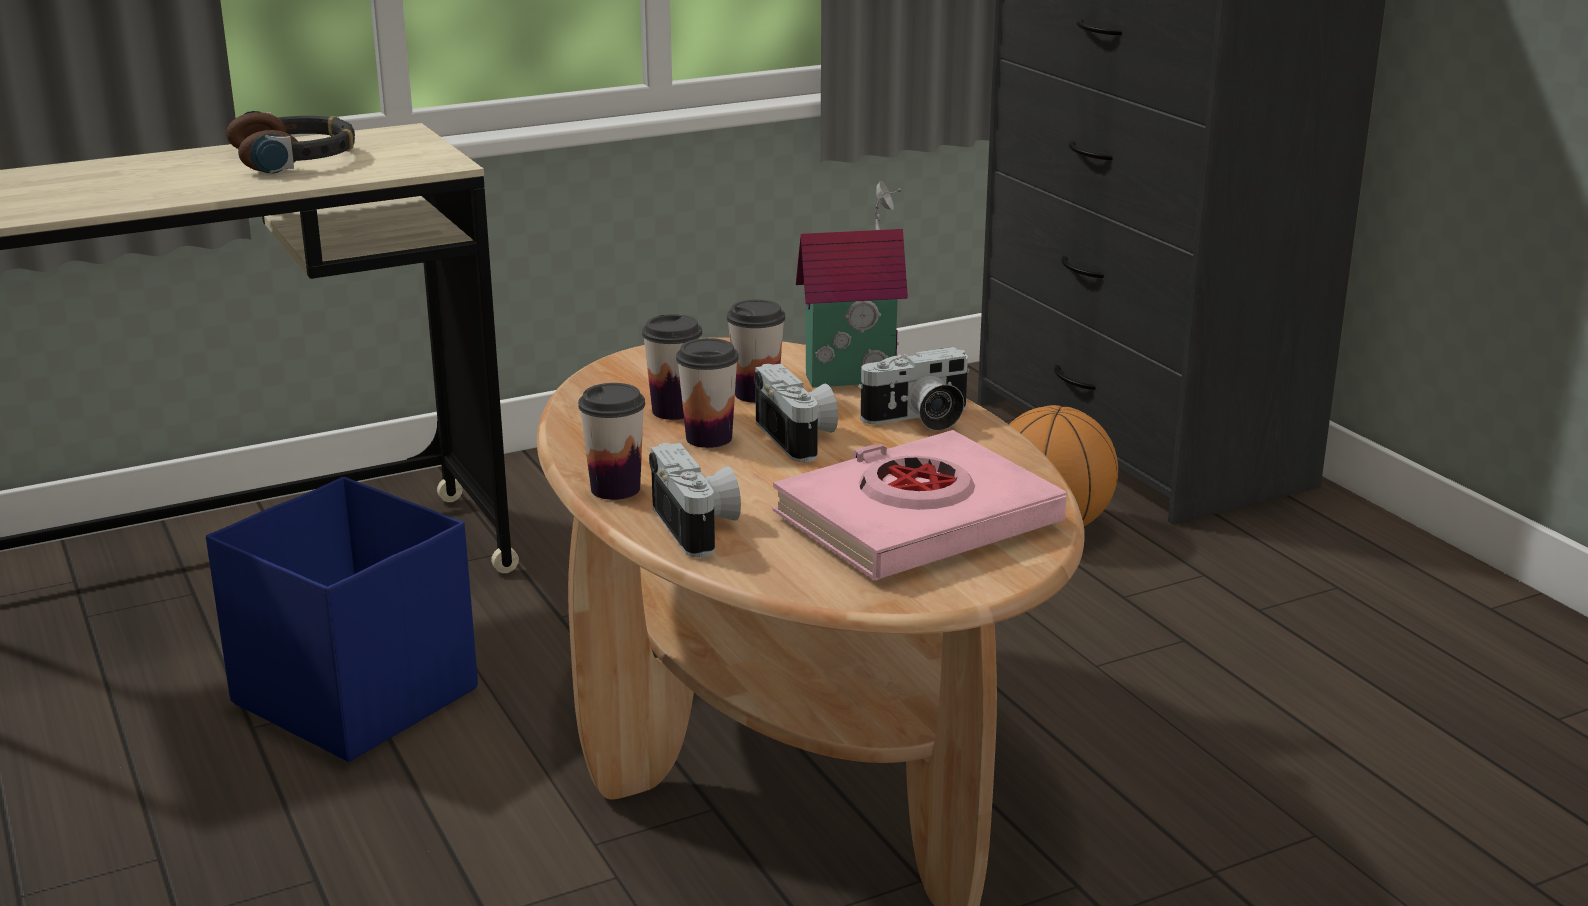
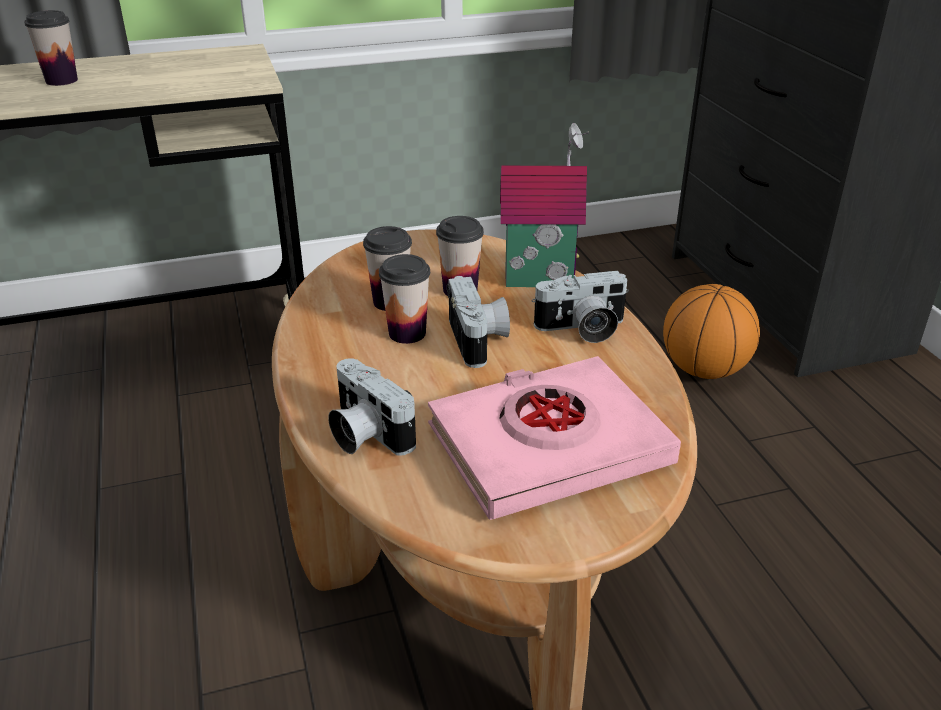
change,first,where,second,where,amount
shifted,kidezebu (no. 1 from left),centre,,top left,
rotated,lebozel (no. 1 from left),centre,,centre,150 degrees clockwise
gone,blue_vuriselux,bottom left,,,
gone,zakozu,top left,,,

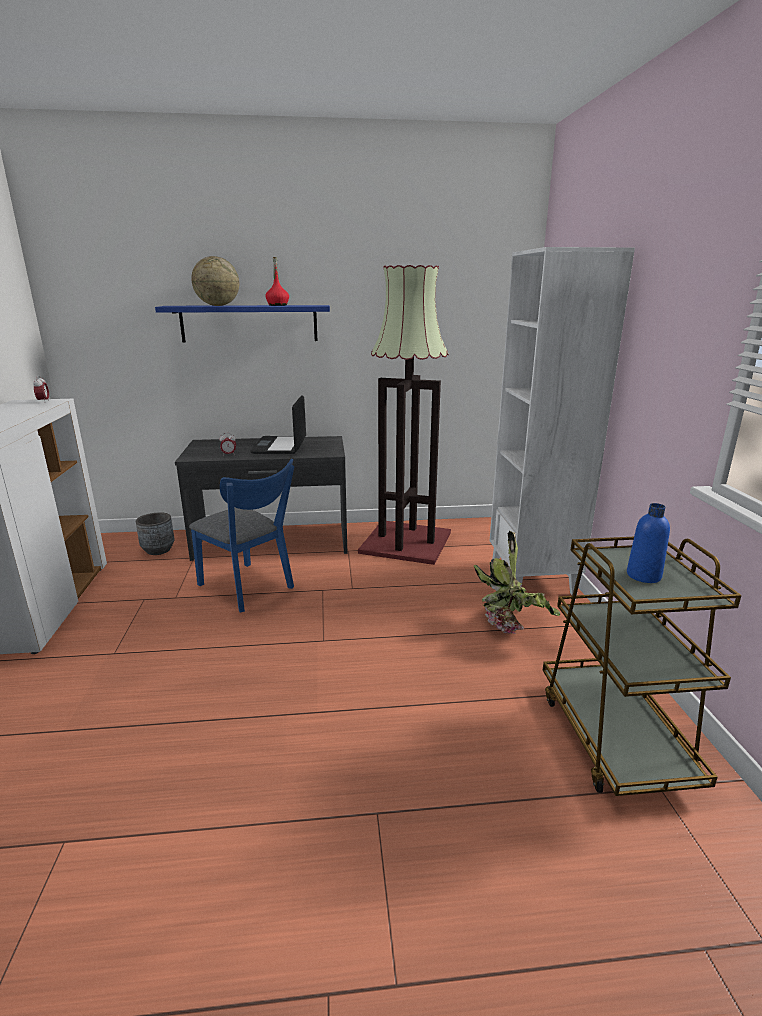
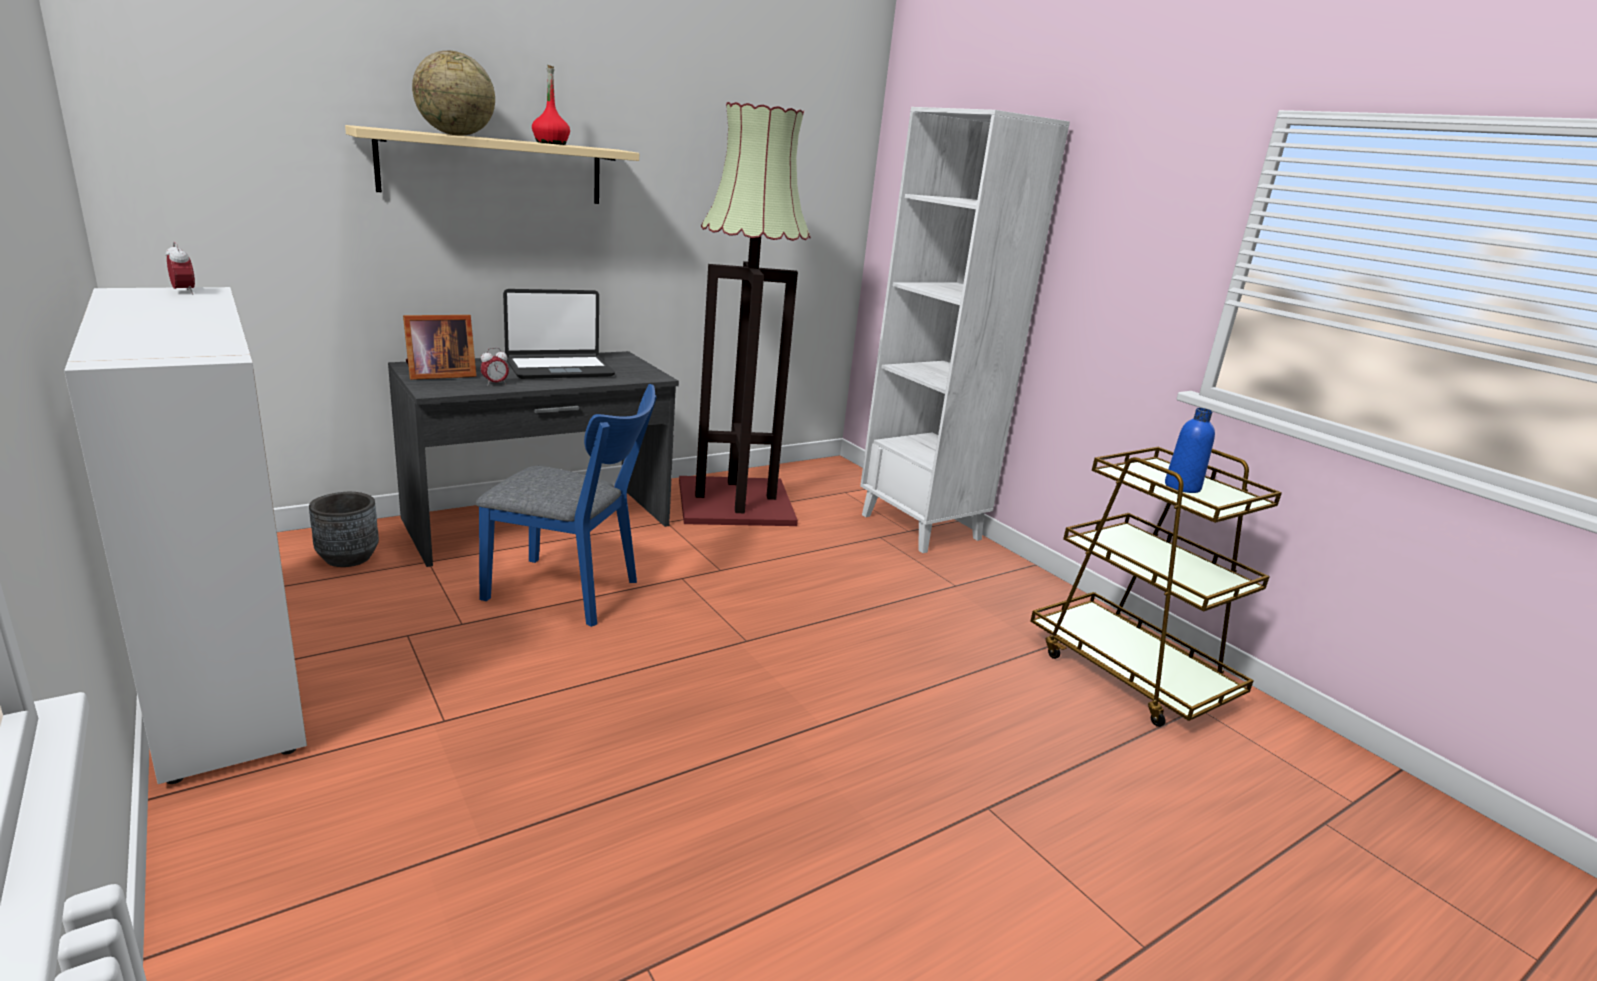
change,first,where,second,where,amount
repainted,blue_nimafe,top left,beige_nimafe,top left,
new,,,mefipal,middle left,
rotated,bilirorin,centre,,centre,90 degrees counterclockwise
gone,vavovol,middle right,,,

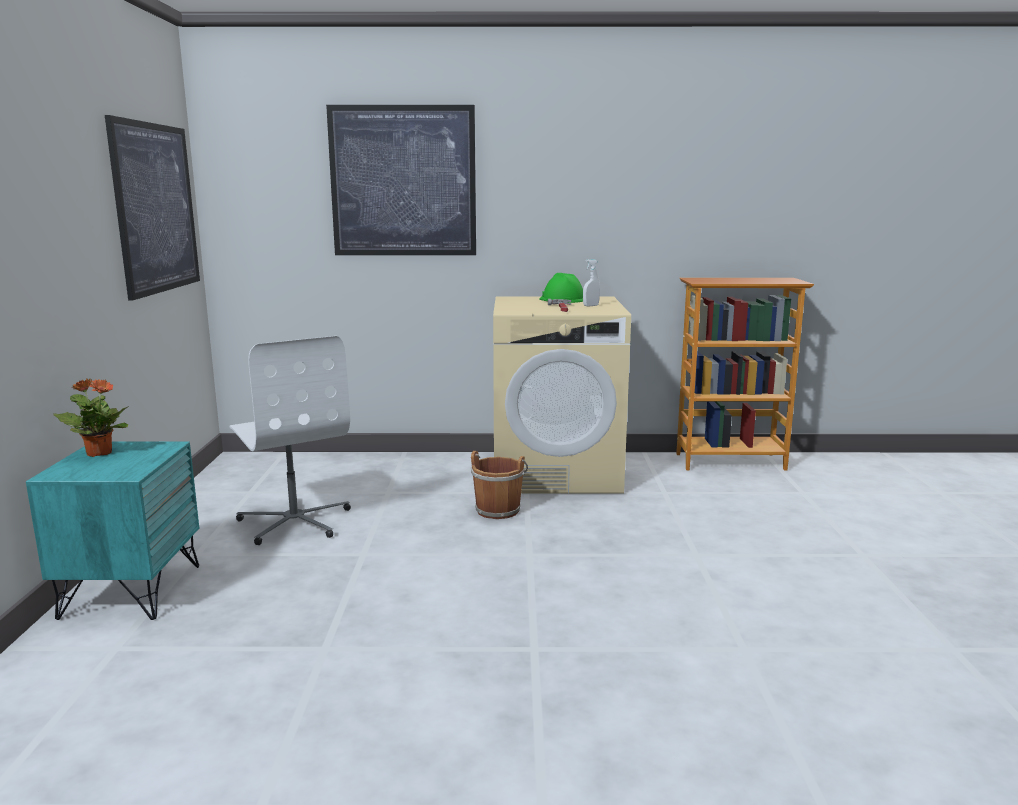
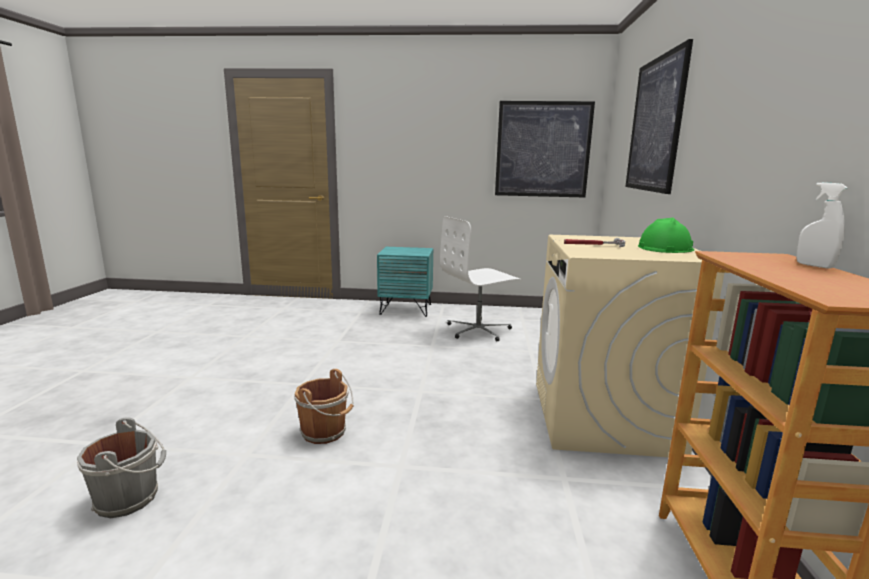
change,first,where,second,where,amount
new,,,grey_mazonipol,bottom left,
shifted,brown_mazonipol,centre,,bottom centre,
shifted,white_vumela,centre,,middle right,
gone,vavovol,middle left,,,

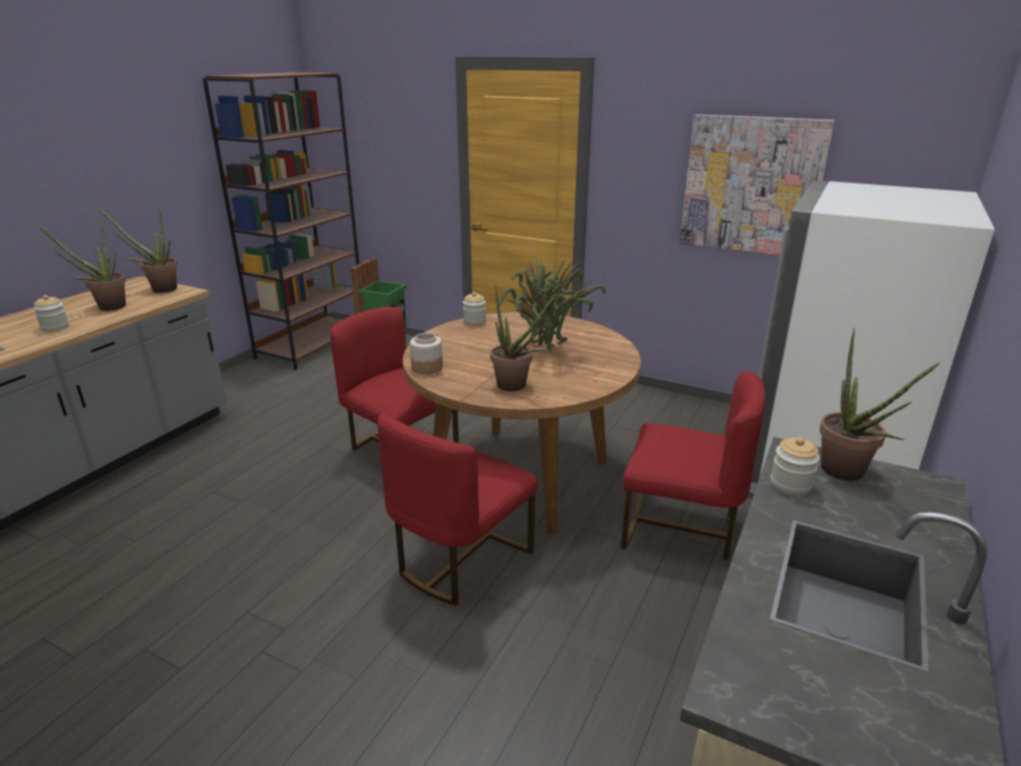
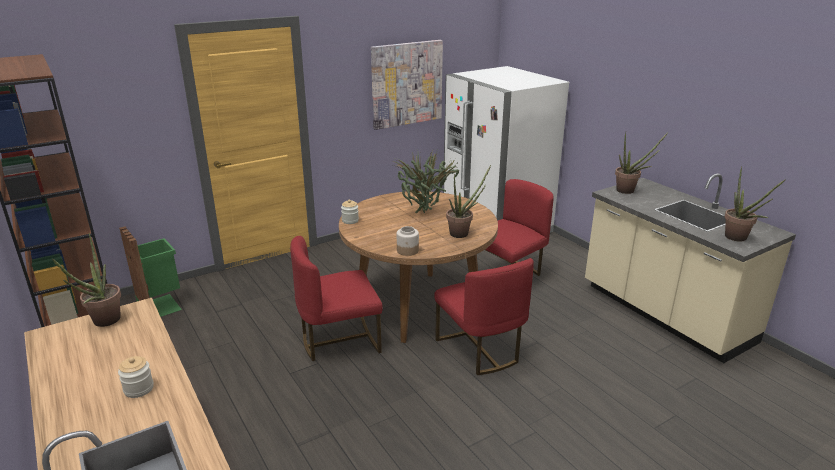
change,first,where,second,where,amount
shifted,vavovol (no. 1 from left in the first image),middle left,vavovol (no. 5 from left),middle right,
gone,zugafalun (no. 4 from left),middle right,,,

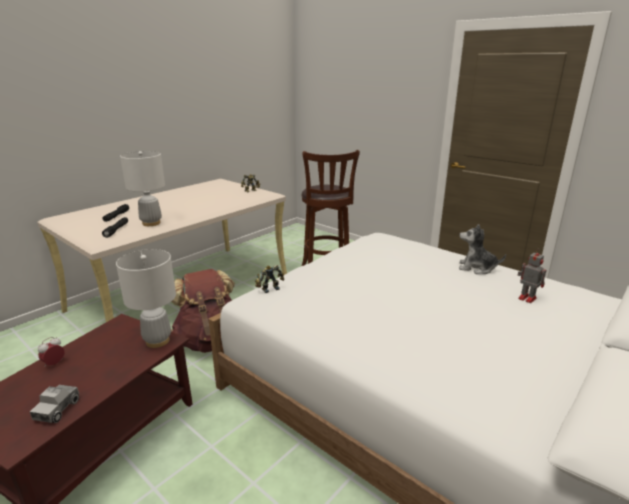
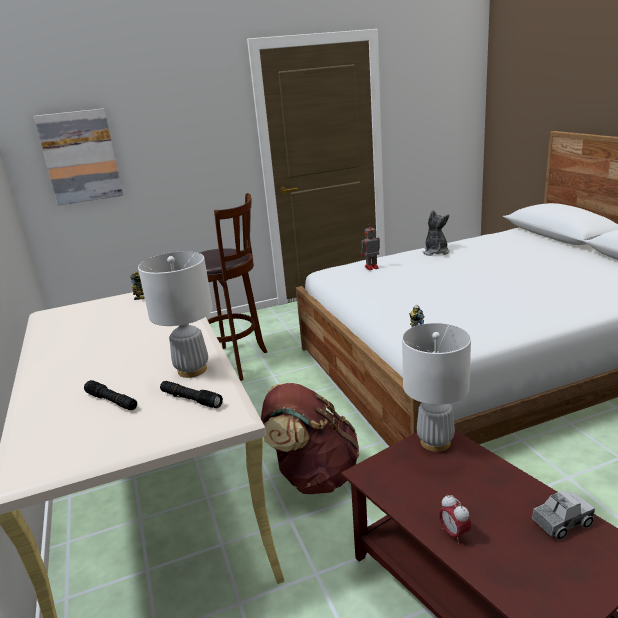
change,first,where,second,where,amount
new,,,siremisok,top left,
shifted,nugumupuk (no. 3 from left in the first image),middle right,nugumupuk (no. 2 from left),centre,
rotated,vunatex,middle right,,middle right,135 degrees clockwise
rotated,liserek,bottom left,,bottom right,60 degrees counterclockwise

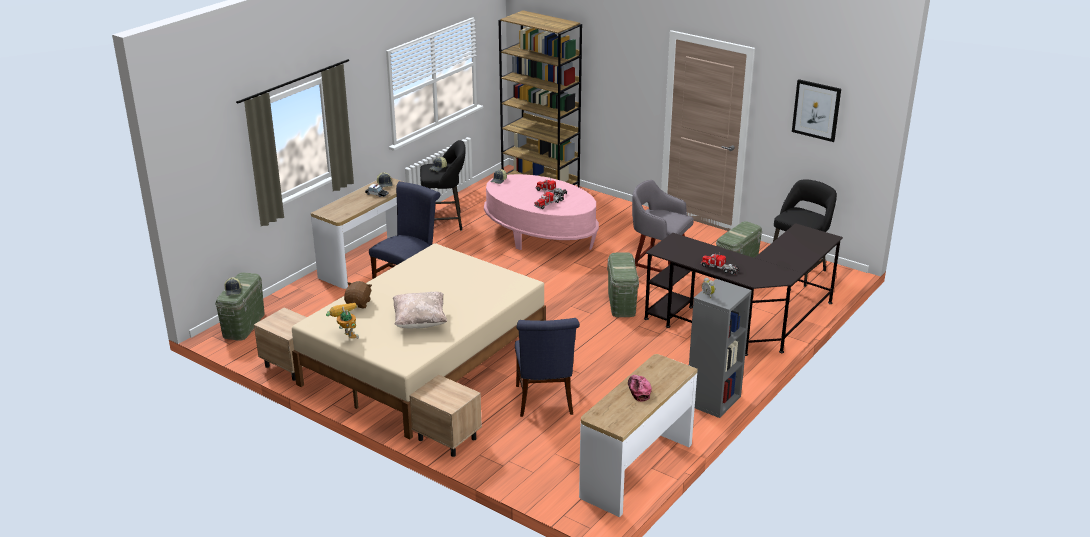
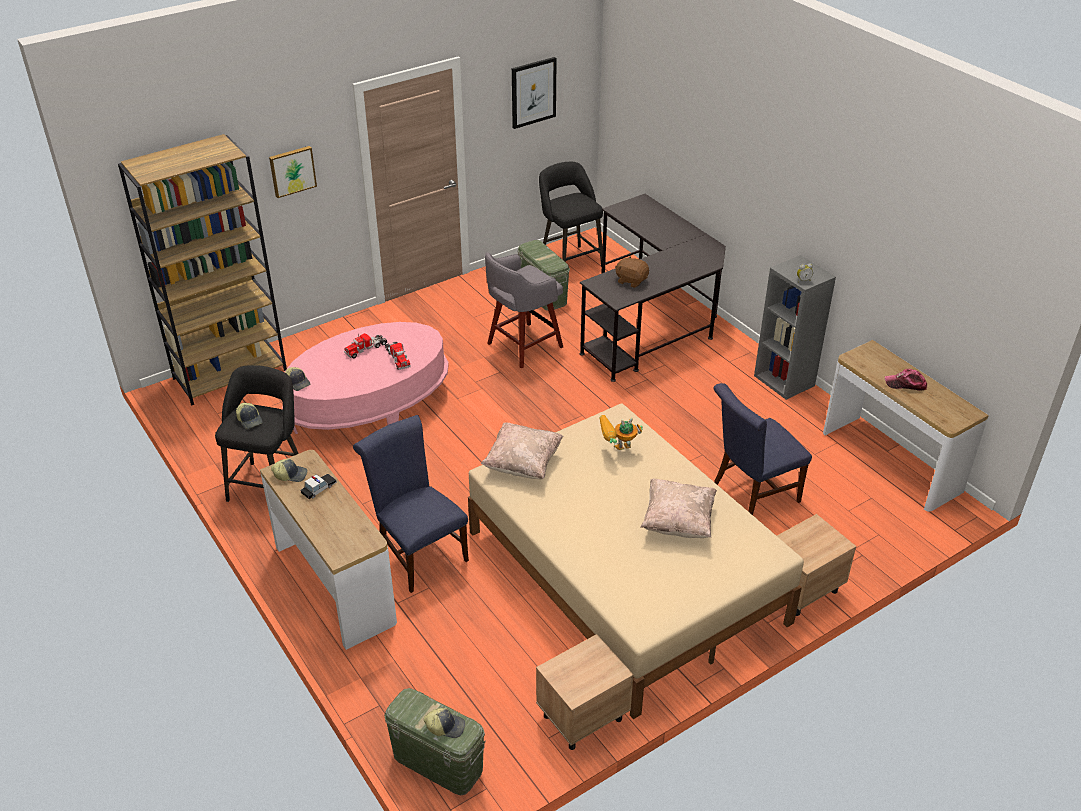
change,first,where,second,where,amount
new,,,siremisok (no. 1 from left),top left,
new,,,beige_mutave (no. 1 from left),centre,
shifted,nugumupuk,middle left,,centre,
shifted,brown_vunatex,middle left,,centre,
rotated,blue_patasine (no. 2 from left),bottom centre,,middle right,135 degrees clockwise
gone,green_vuriselux (no. 2 from left),centre,,,
gone,liserek (no. 3 from left),centre,,,

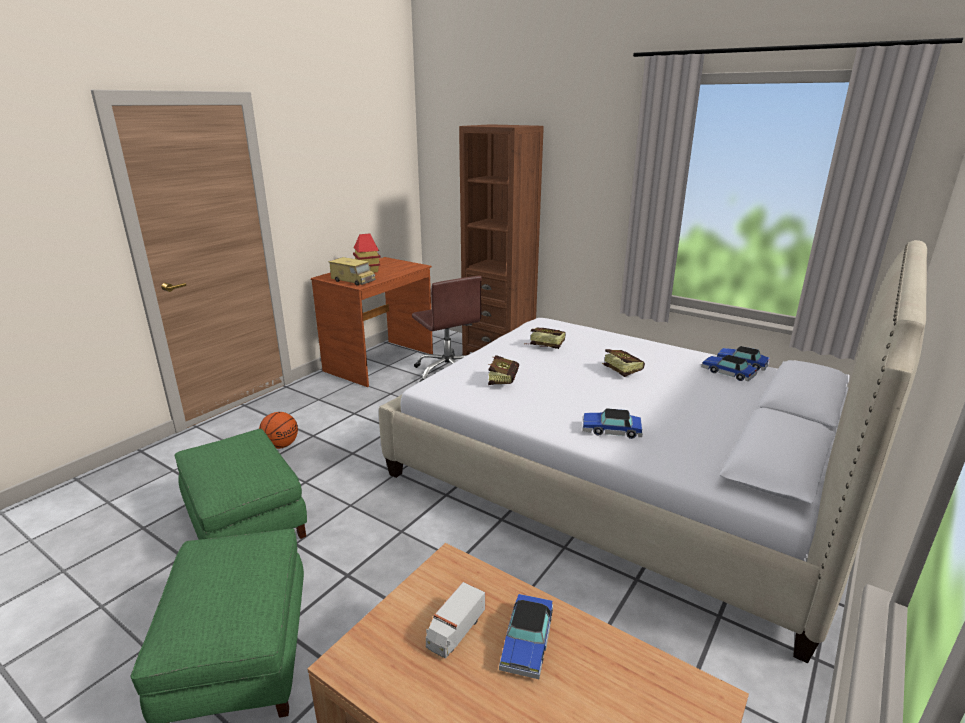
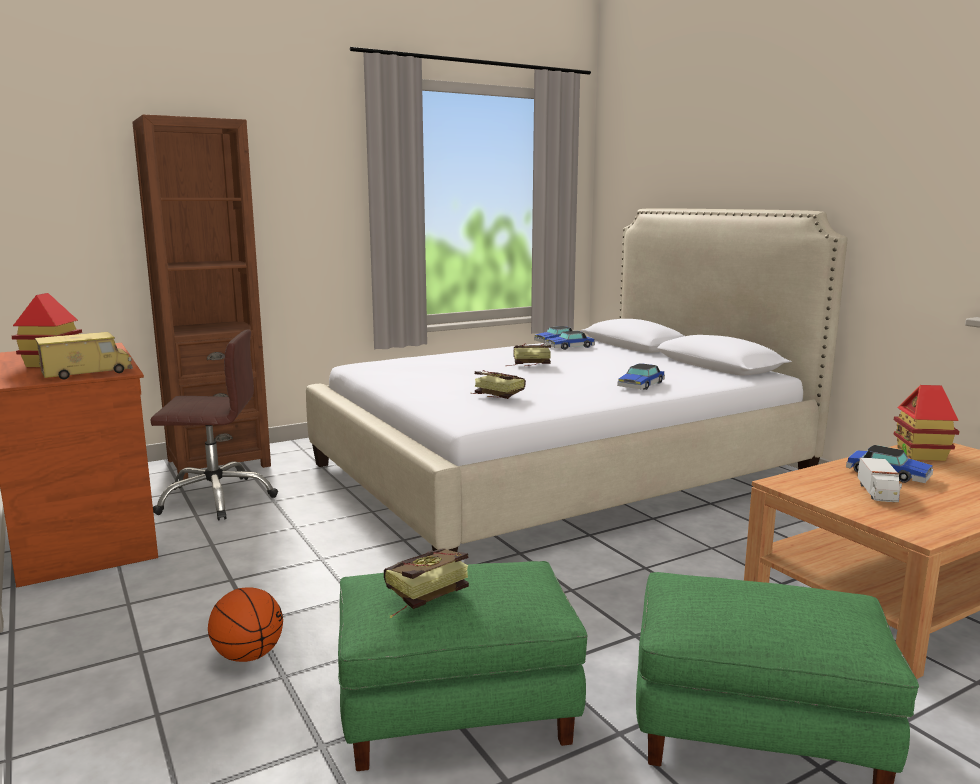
change,first,where,second,where,amount
shifted,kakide (no. 2 from left in the first image),centre,kakide (no. 1 from left),bottom centre,
rotated,liserek (no. 2 from left),bottom centre,,middle right,45 degrees clockwise
new,,,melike (no. 2 from left),middle right,

